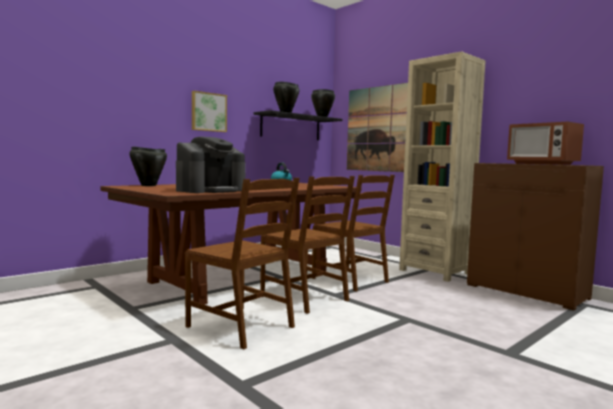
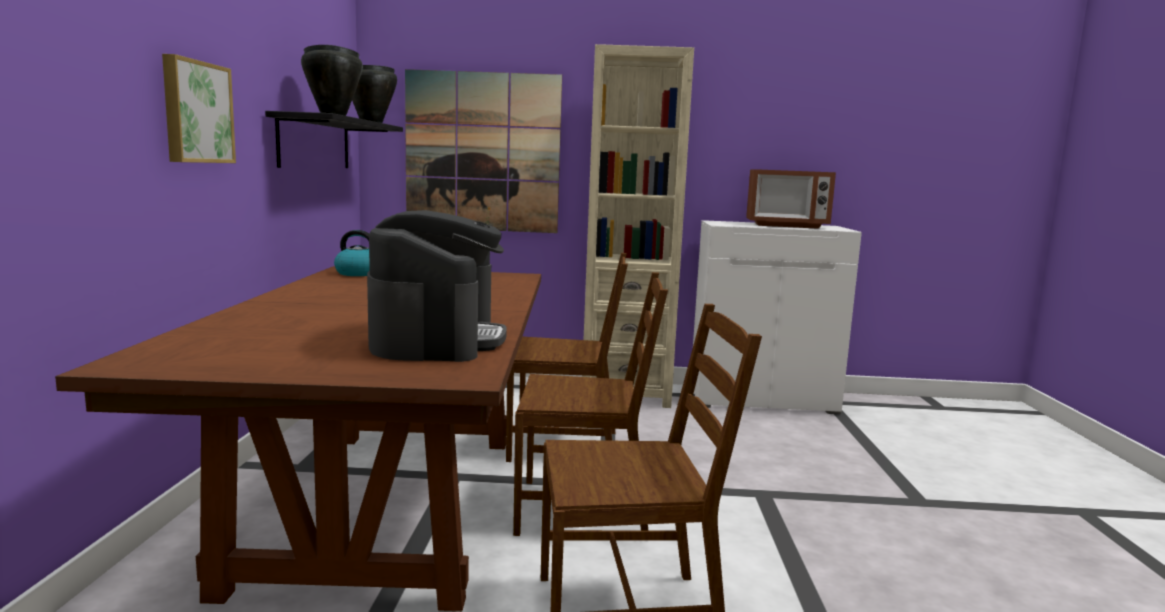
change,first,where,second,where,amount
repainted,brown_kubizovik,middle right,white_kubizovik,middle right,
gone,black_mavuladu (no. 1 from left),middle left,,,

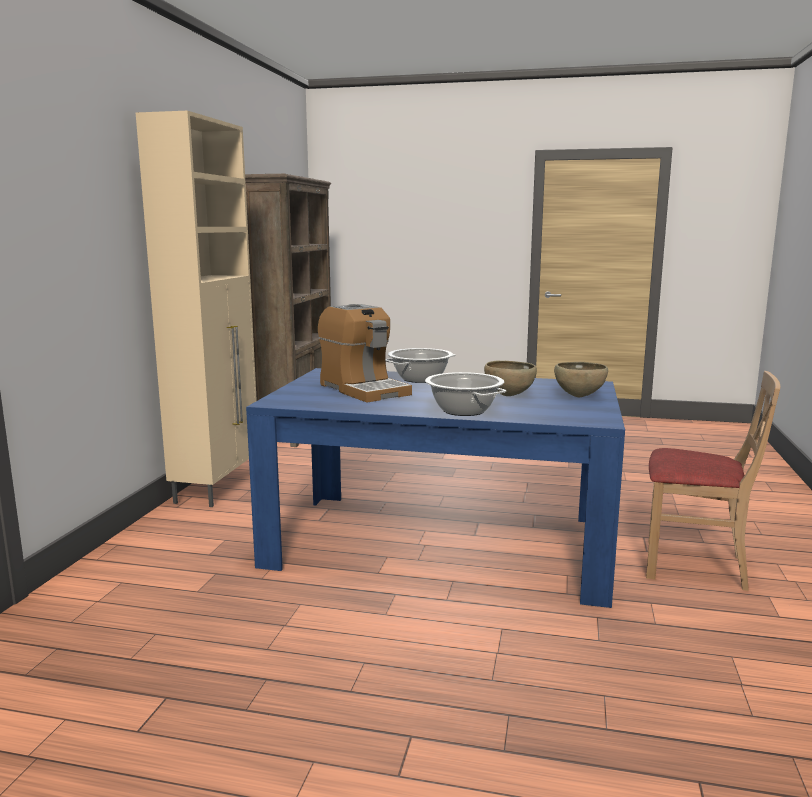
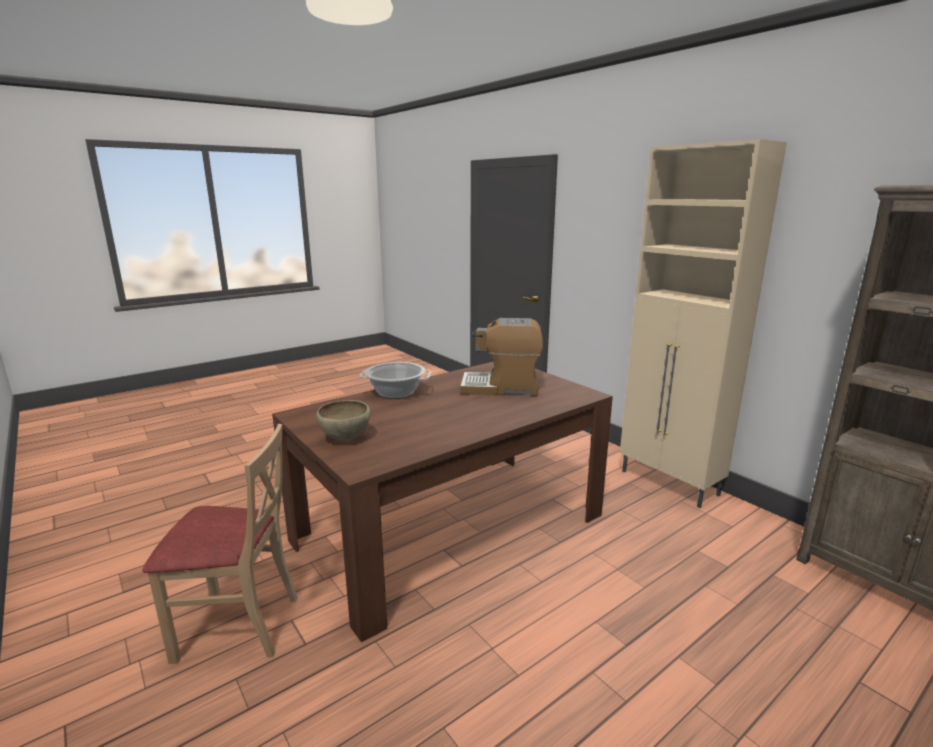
change,first,where,second,where,amount
rotated,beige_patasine,middle right,,bottom left,150 degrees counterclockwise
repainted,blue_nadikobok,centre,brown_nadikobok,bottom centre,
gone,mavuladu (no. 1 from left),centre,,,
gone,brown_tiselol (no. 1 from left),centre,,,

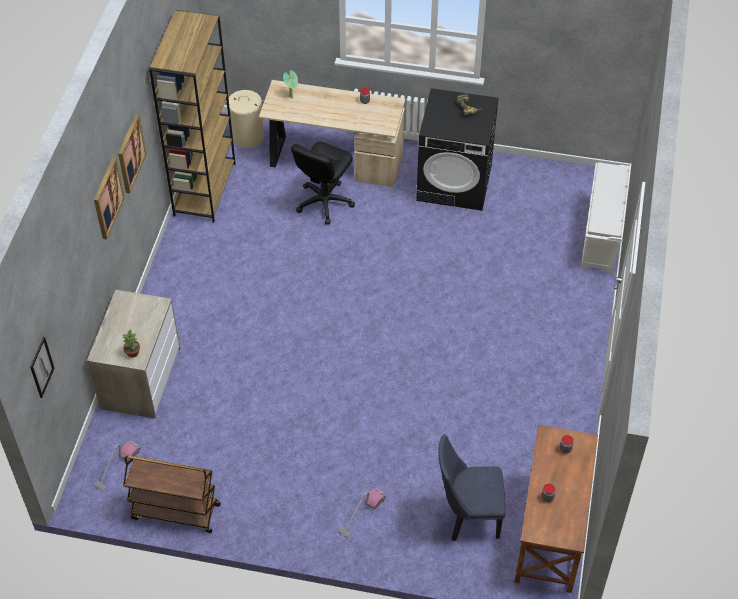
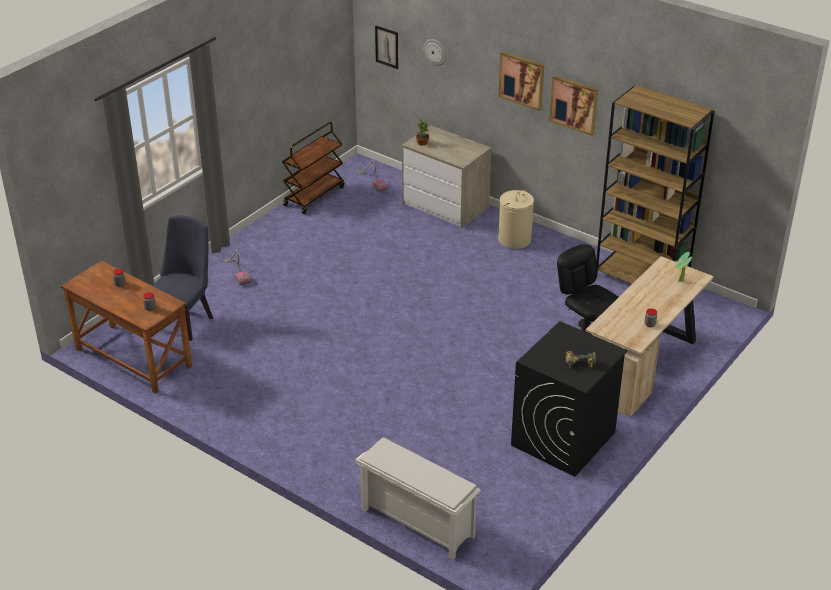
change,first,where,second,where,amount
new,,,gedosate,top centre,
shifted,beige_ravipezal,top left,,centre,

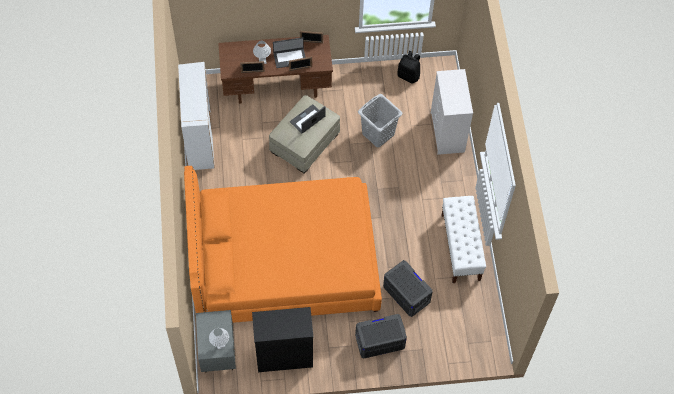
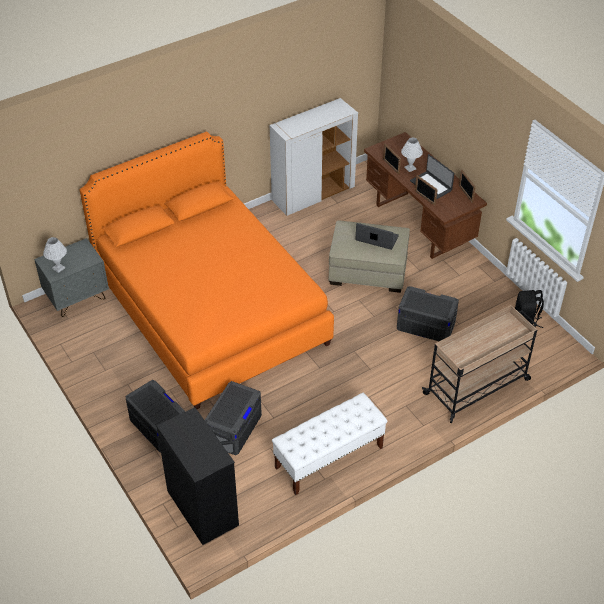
change,first,where,second,where,amount
shifted,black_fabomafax,bottom centre,,bottom left,
swapped,grey_ravipezal,top centre,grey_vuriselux (no. 3 from left),middle right,
swapped,white_fabomafax,top right,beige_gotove,middle right,

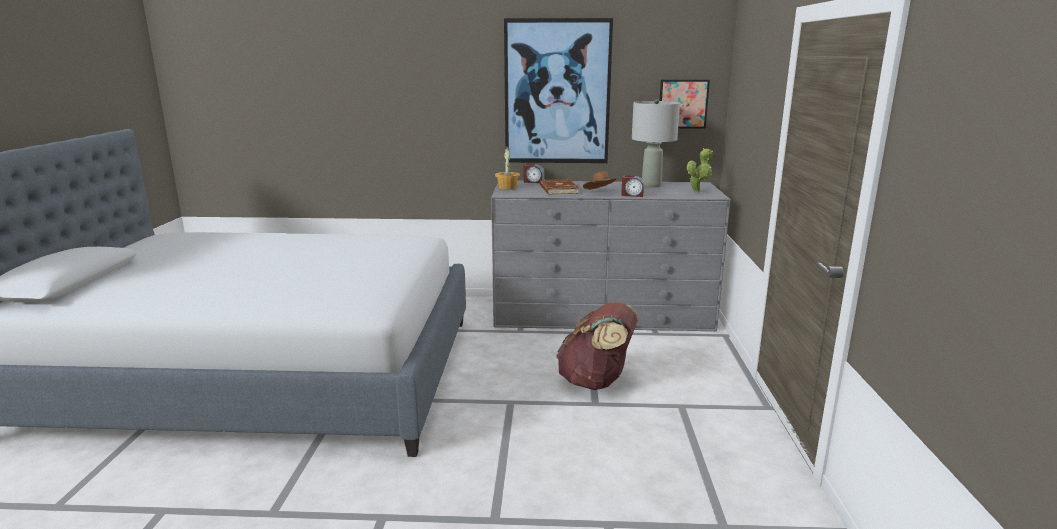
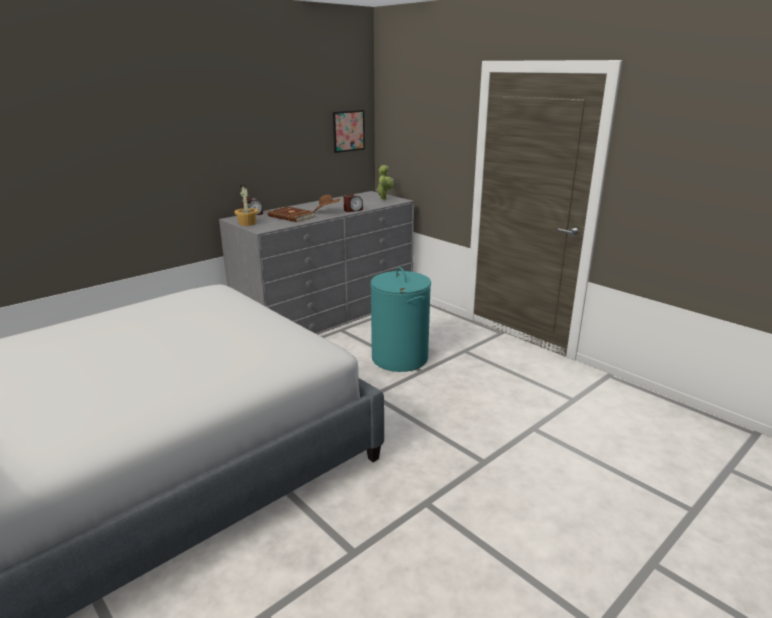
change,first,where,second,where,amount
swapped,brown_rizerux,centre,turquoise_ravipezal,centre,
gone,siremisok (no. 1 from left),top centre,,,
gone,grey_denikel,top centre,,,

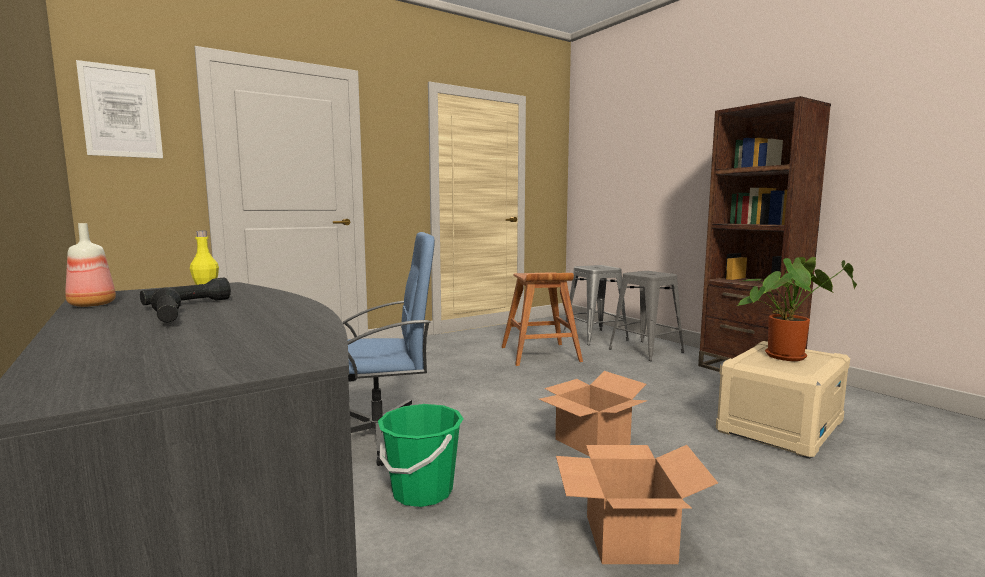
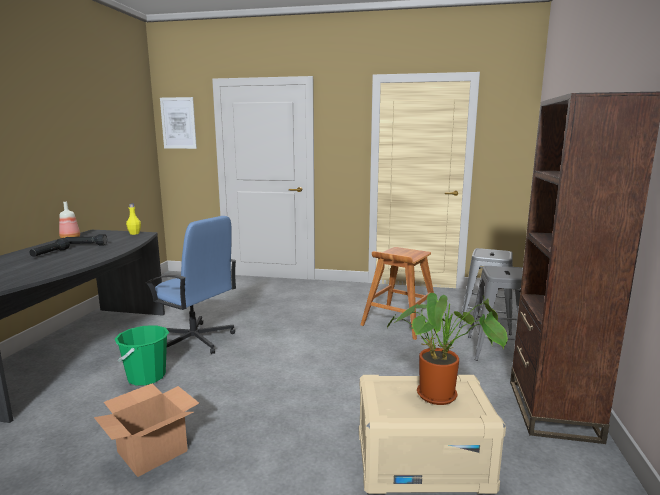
change,first,where,second,where,amount
gone,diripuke (no. 1 from left),bottom centre,,,

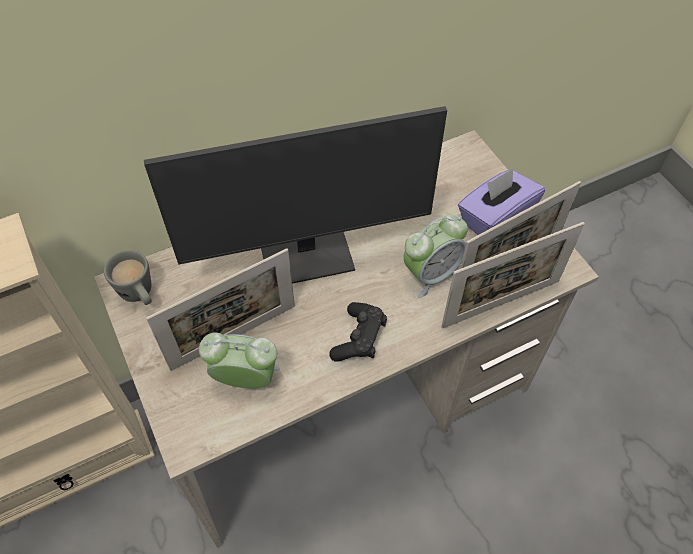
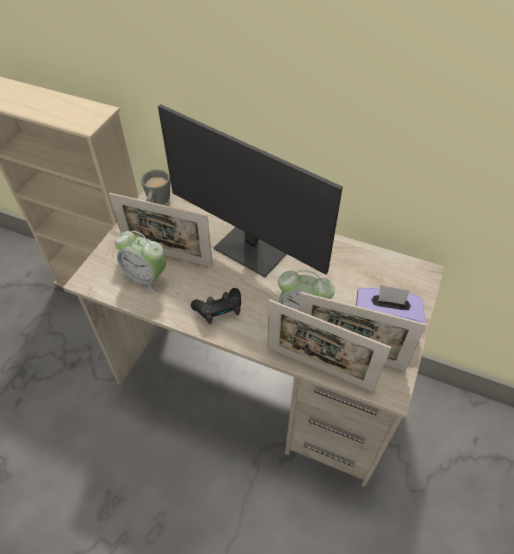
change,first,where,second,where,amount
rotated,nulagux (no. 1 from left),centre,,middle left,150 degrees clockwise

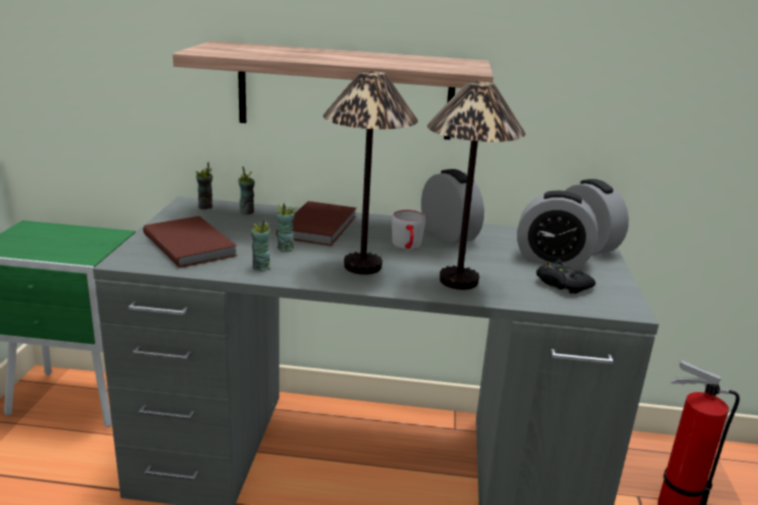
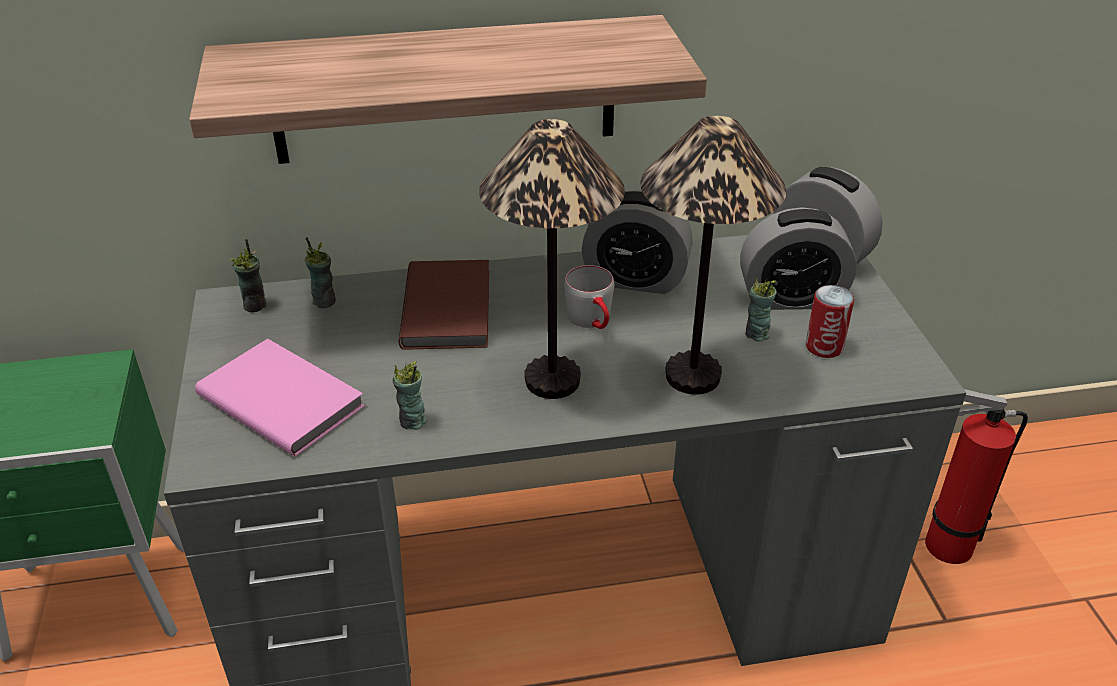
change,first,where,second,where,amount
repainted,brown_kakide (no. 1 from left),middle left,pink_kakide,middle left,
rotated,nulagux (no. 1 from left),centre,,centre,150 degrees clockwise
shifted,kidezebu (no. 4 from left),centre,,middle right,
swapped,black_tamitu,middle right,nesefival,middle right,

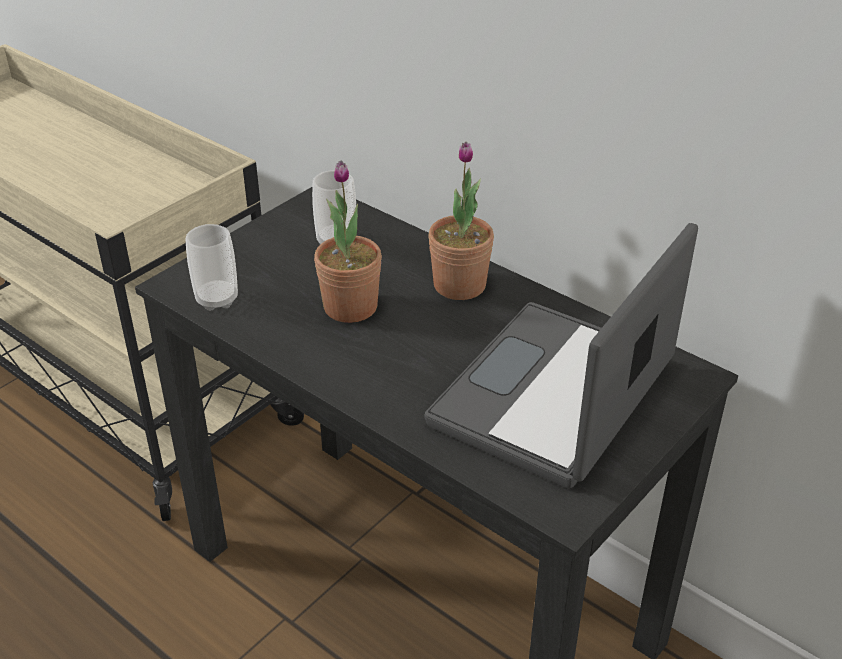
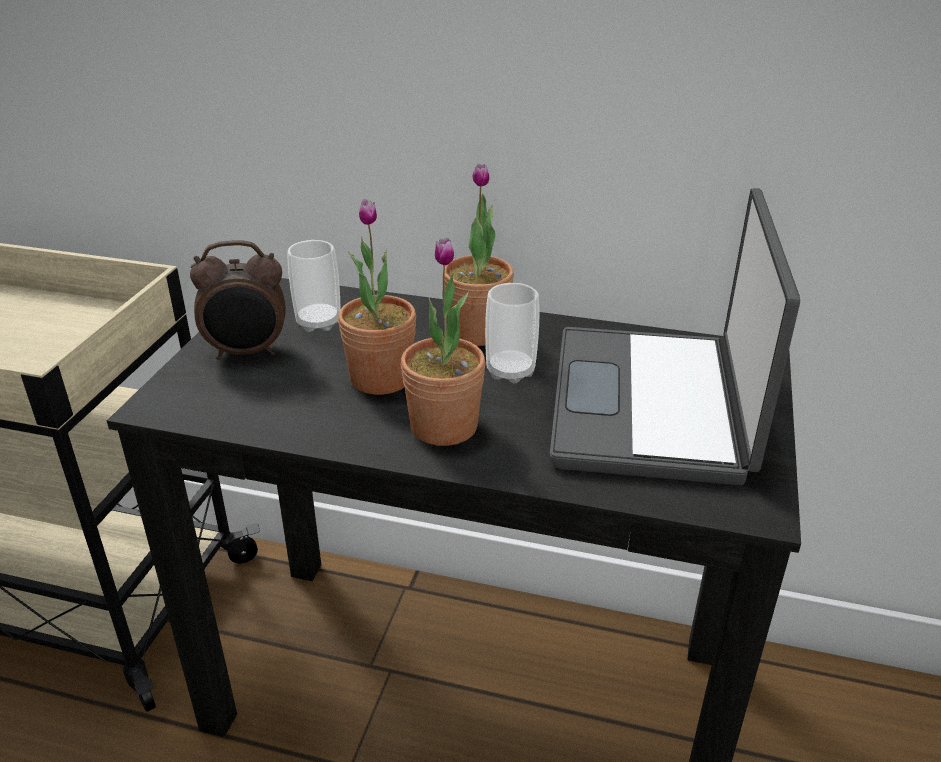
change,first,where,second,where,amount
new,,,nulagux,middle left,
new,,,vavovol (no. 2 from left),centre,
shifted,kidezebu (no. 1 from left in the first image),middle left,kidezebu (no. 2 from left),centre,

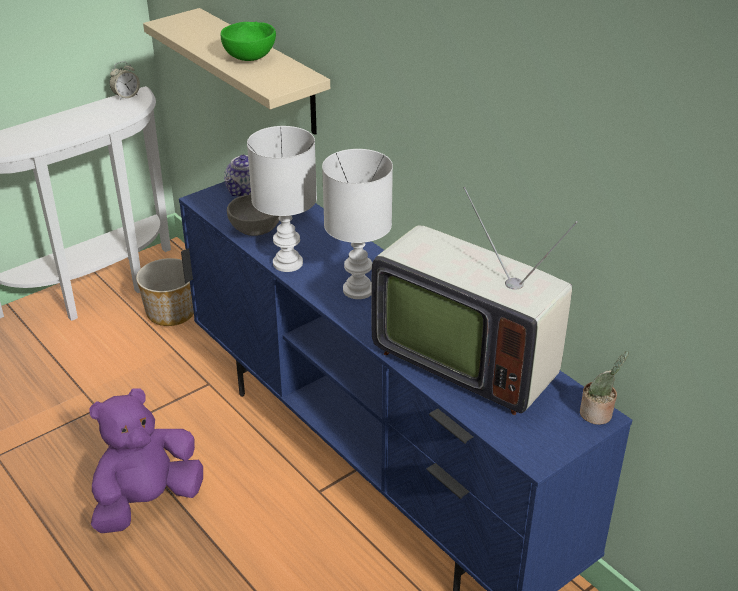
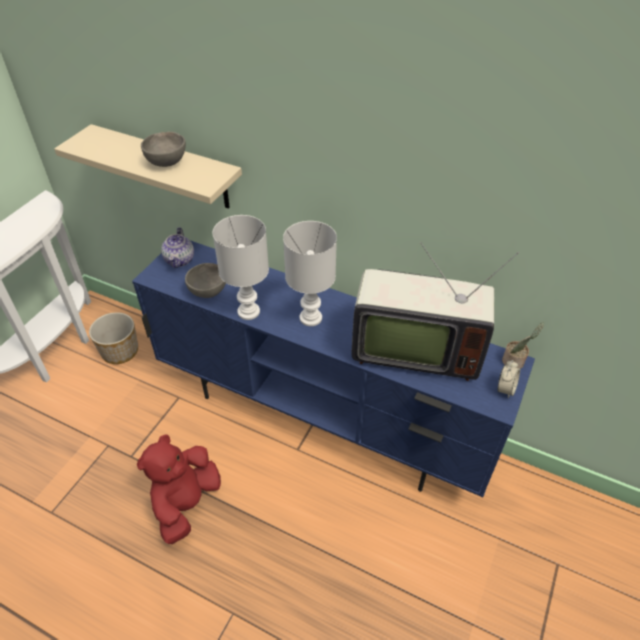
change,first,where,second,where,amount
repainted,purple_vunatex,bottom left,red_vunatex,bottom left,
repainted,green_tiselol,top centre,grey_tiselol (no. 1 from left),top left,
shifted,nulagux,top left,,middle right,

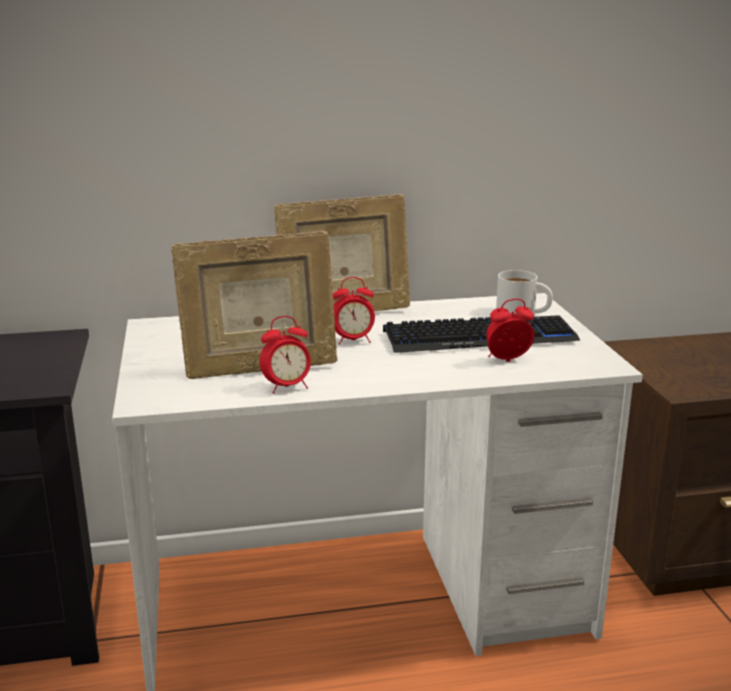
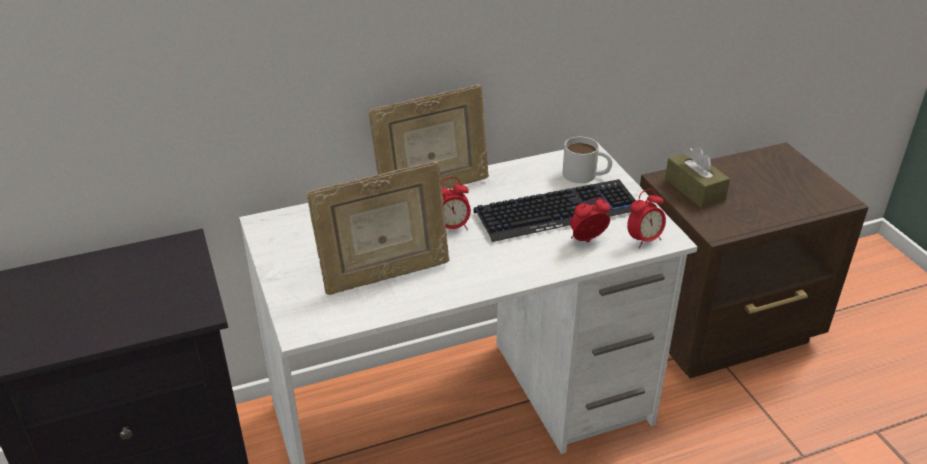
change,first,where,second,where,amount
shifted,nulagux (no. 1 from left in the first image),centre,nulagux (no. 3 from left),middle right,
new,,,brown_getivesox,middle right,

